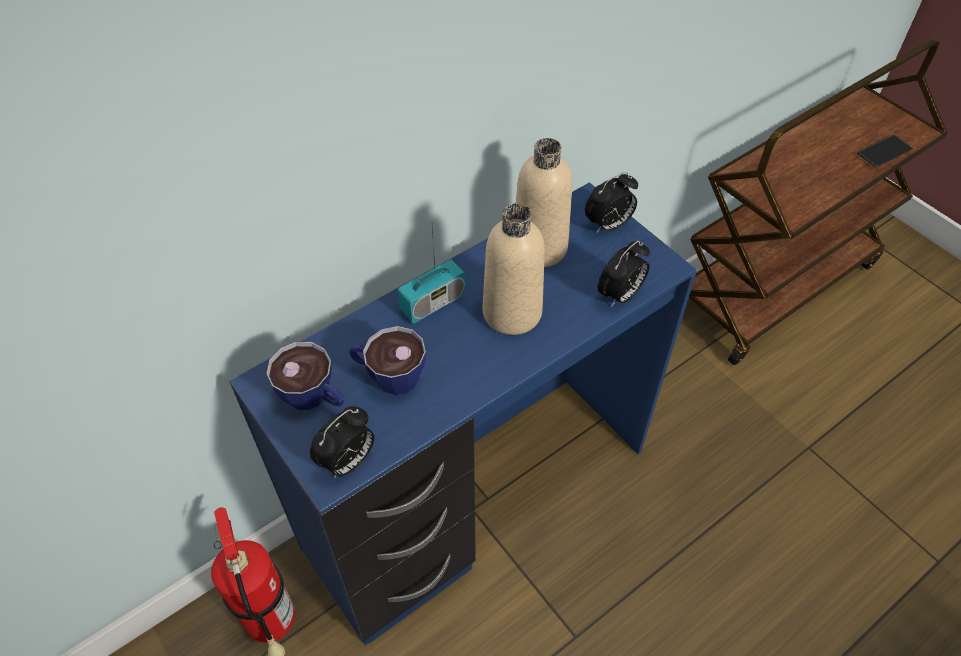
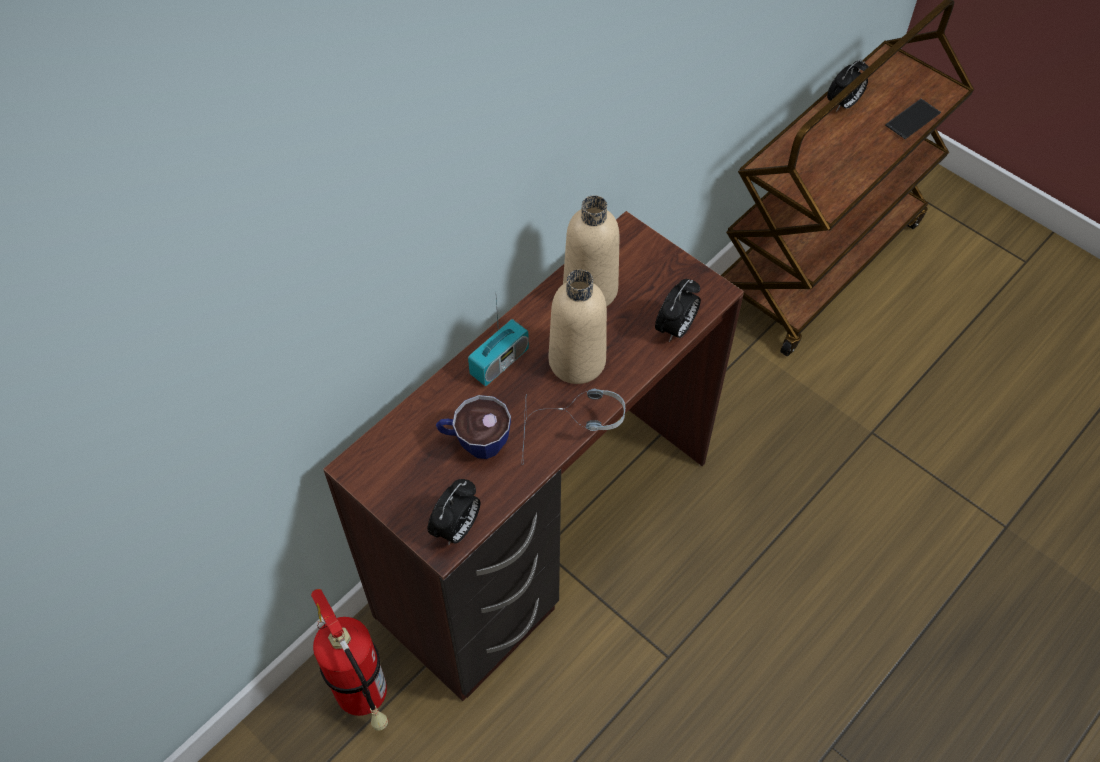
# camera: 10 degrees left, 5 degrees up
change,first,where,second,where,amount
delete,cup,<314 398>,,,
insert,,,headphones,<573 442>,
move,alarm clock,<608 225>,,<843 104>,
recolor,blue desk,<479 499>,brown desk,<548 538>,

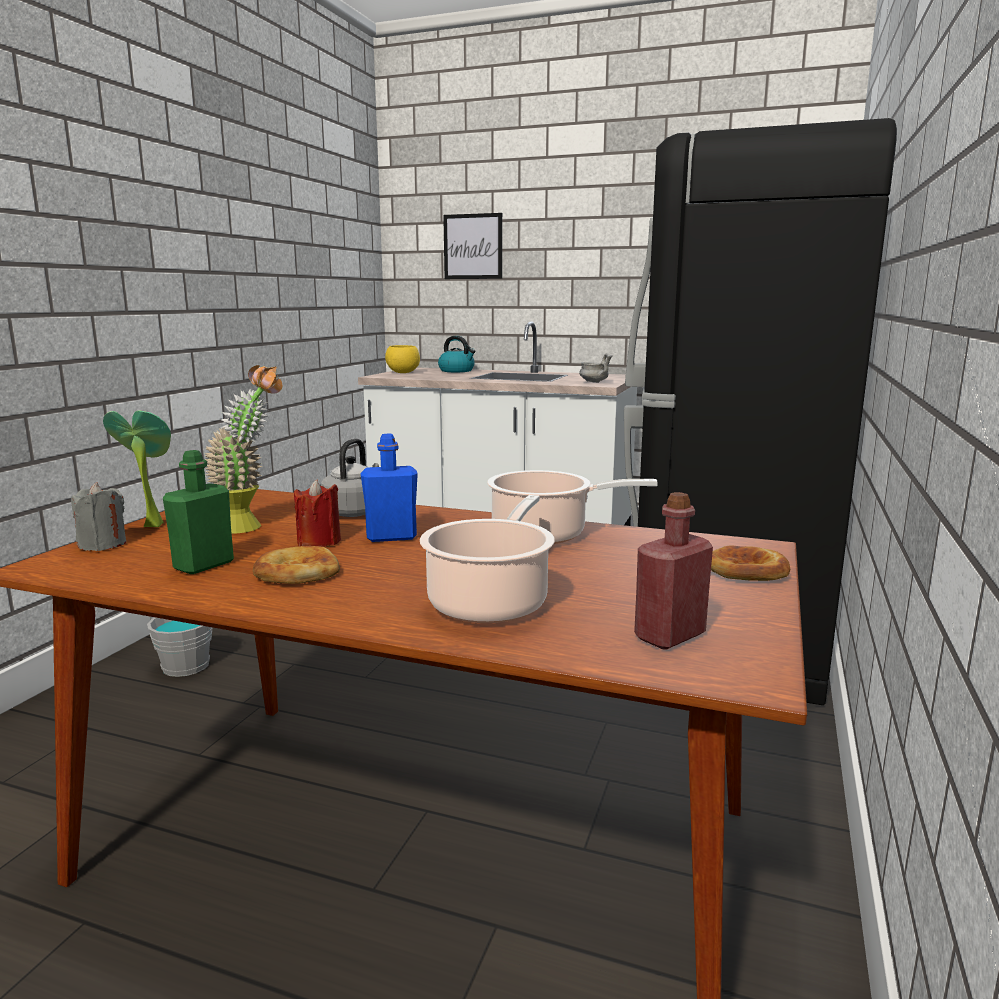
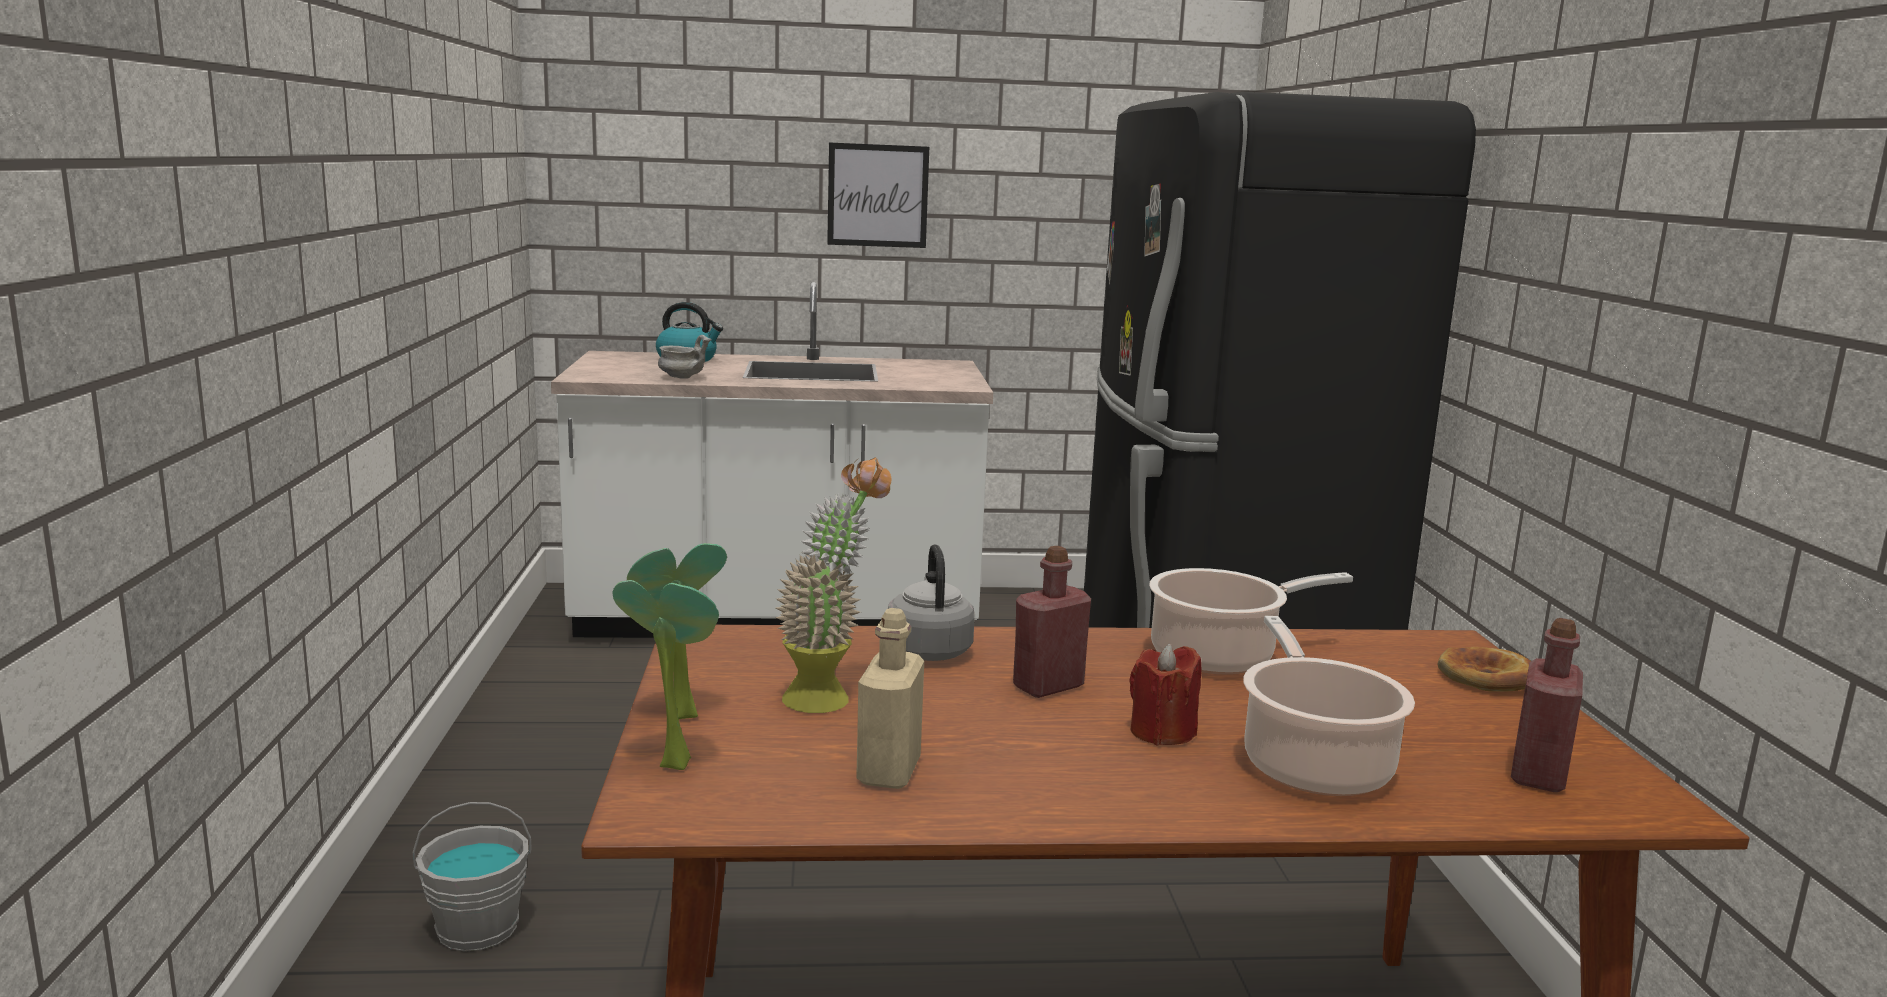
# camera: 25 degrees left, 0 degrees up
change,first,where,second,where,amount
delete,bread,<297 572>,,,
delete,yellow bowl,<402 373>,,,
move,red candle,<319 541>,,<1162 732>,
move,picture,<473 246>,,<877 195>,
move,grey bowl,<595 382>,,<683 378>,
replace,grey candle,<102 545>,potted plant,<672 761>,
recolor,green bottle,<204 565>,beige bottle,<889 771>,
recolor,blue bottle,<391 537>,red bottle,<1048 686>,

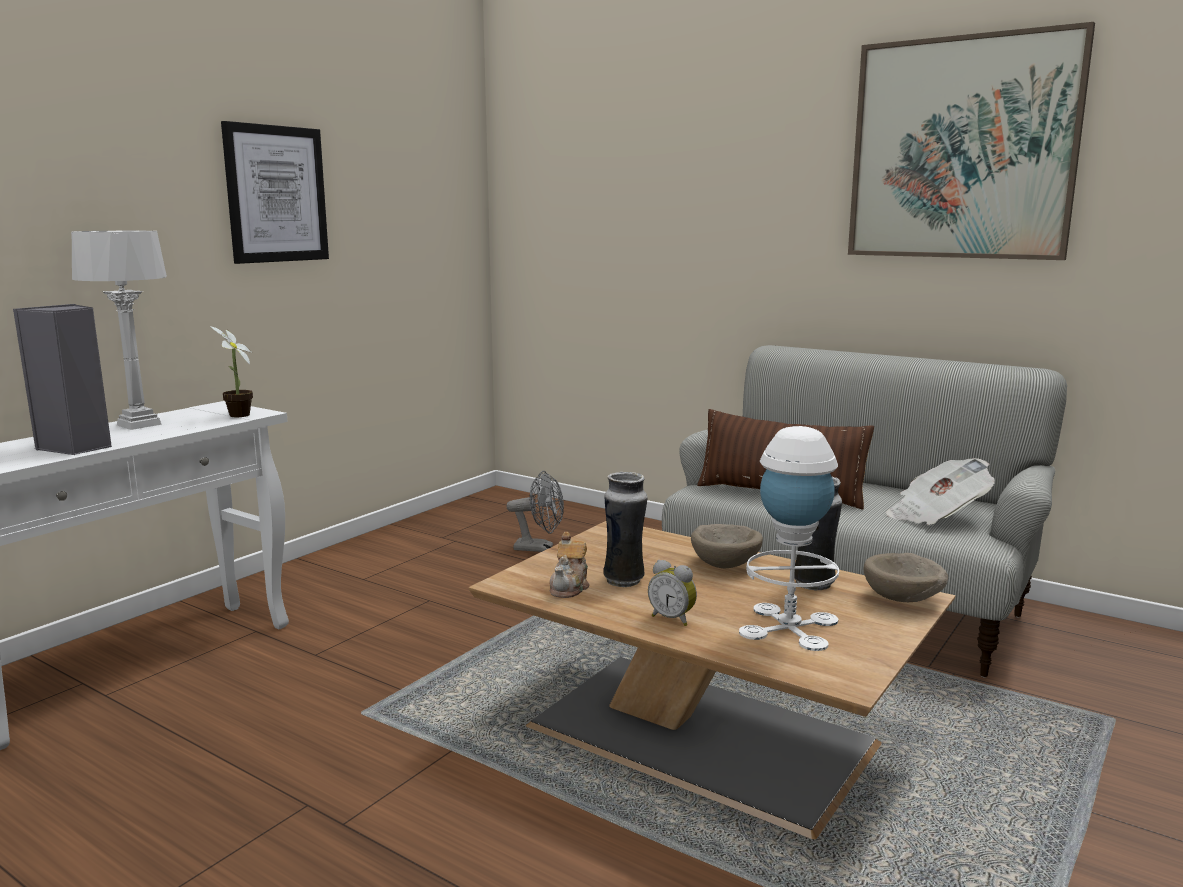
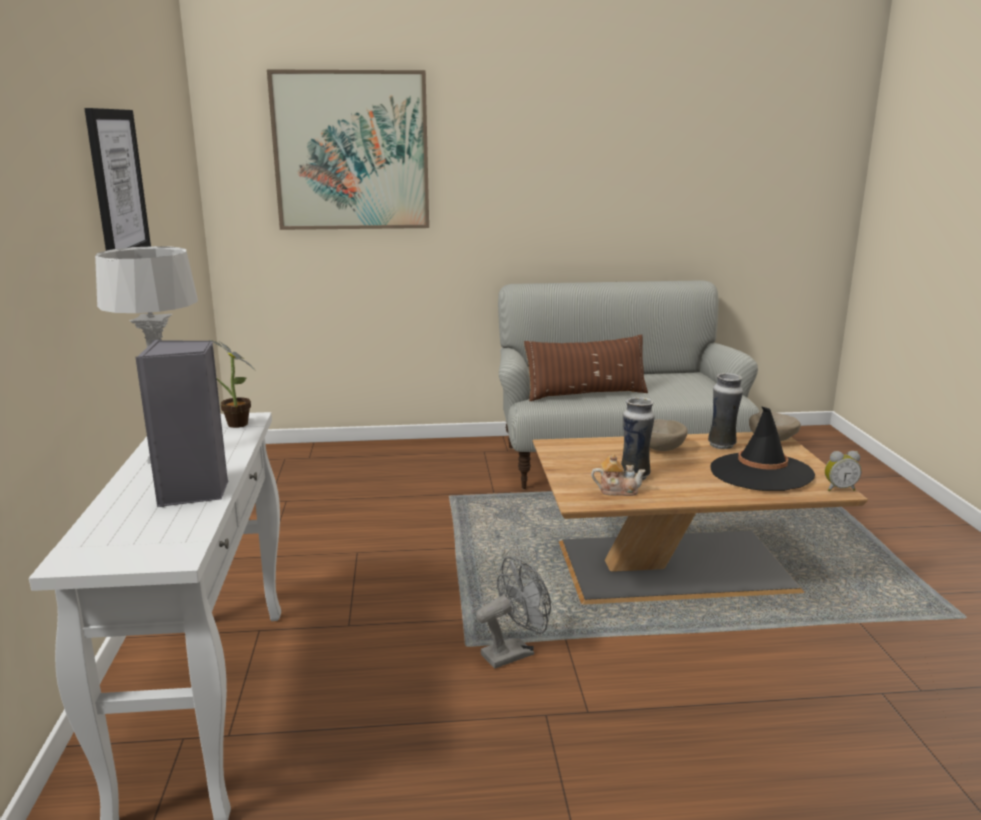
# camera: 40 degrees left, 5 degrees up
change,first,where,second,where,amount
delete,newspaper,<936 516>,,,
move,grey fan,<540 548>,,<514 652>,
move,alarm clock,<673 618>,,<839 488>,
move,picture,<962 149>,,<351 151>,
replace,white table lamp,<789 626>,black hat,<761 472>,
rotate,teapot,<570 587>,,<617 490>,60 degrees counterclockwise

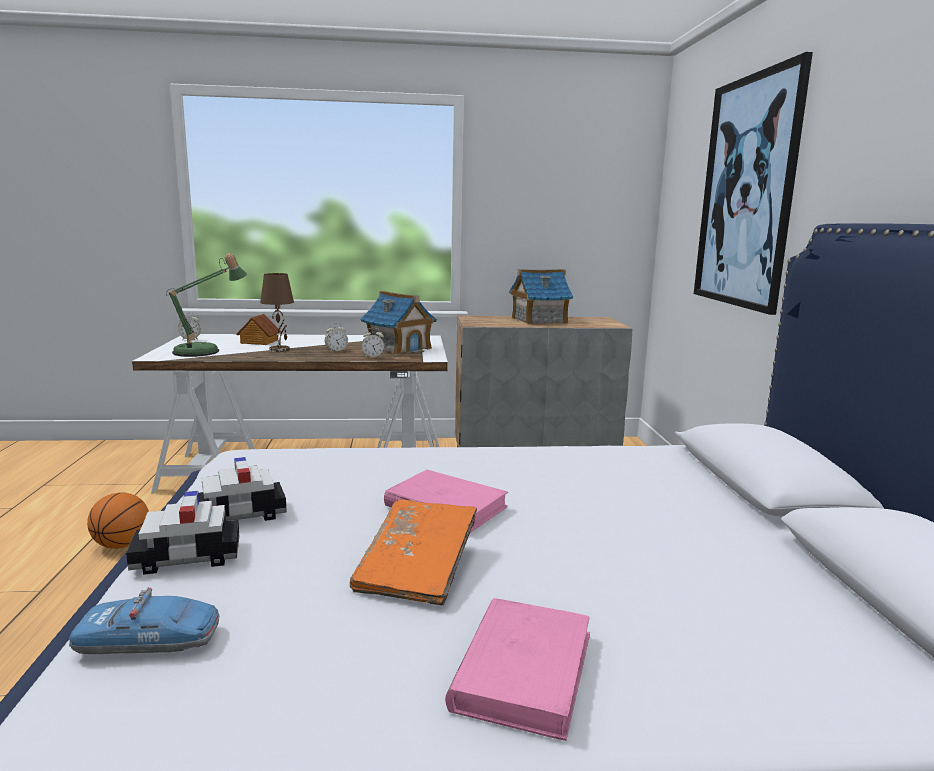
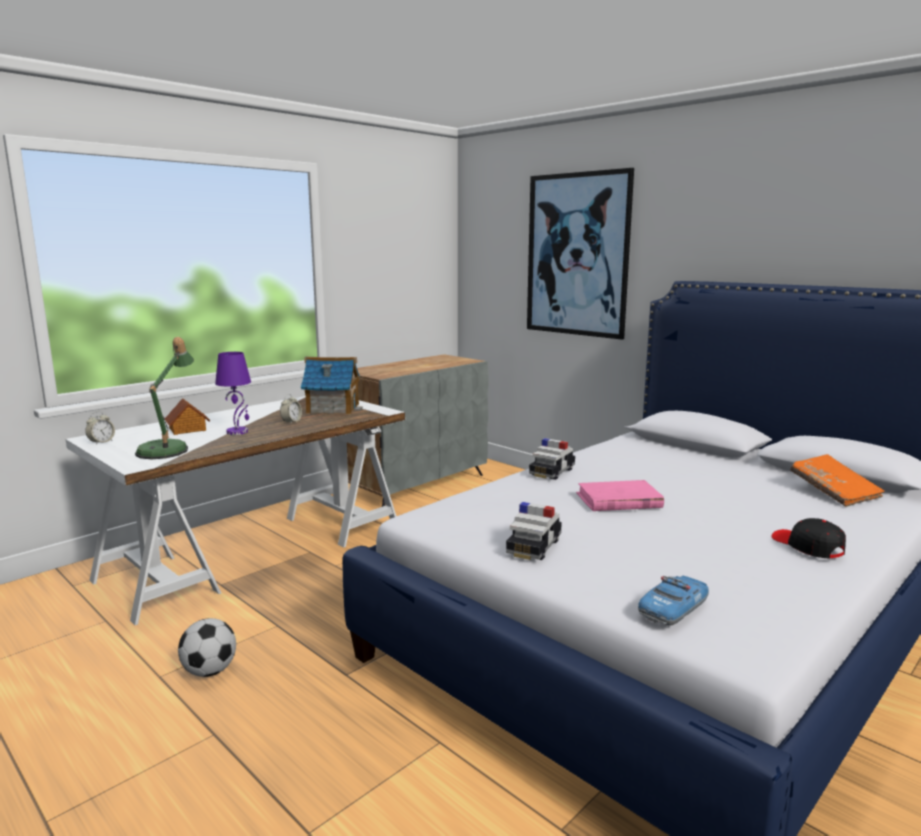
# camera: 40 degrees left, 0 degrees up
change,first,where,second,where,amount
delete,alarm clock,<373 357>,,,
delete,toy house,<538 320>,,,
move,toy car,<186 557>,,<552 472>,
move,orange book,<417 569>,,<834 492>,
replace,basketball,<122 545>,football,<210 671>,
replace,pink book,<523 670>,black cap,<807 546>,
recolor,brown table lamp,<280 350>,purple table lamp,<238 432>,

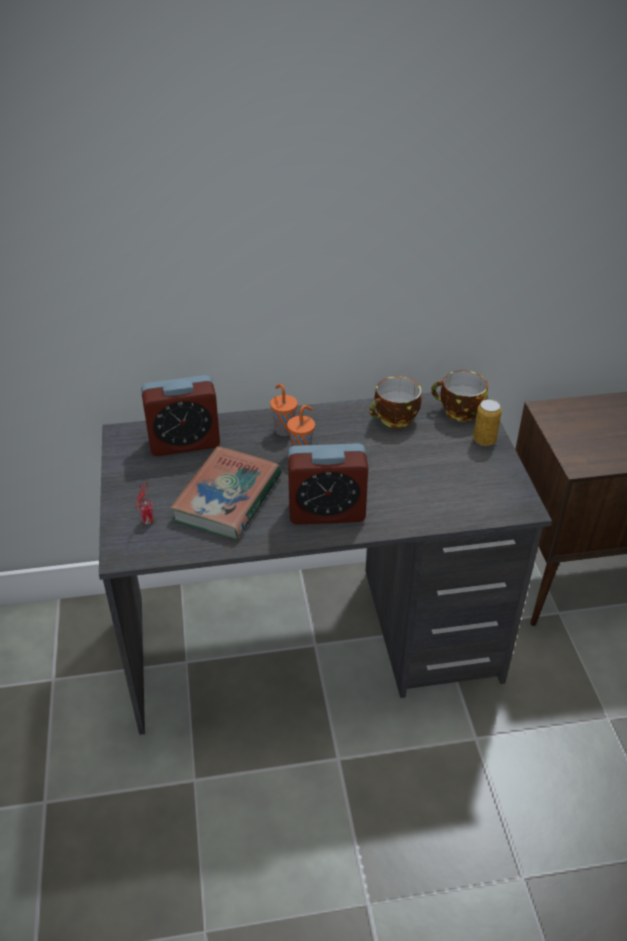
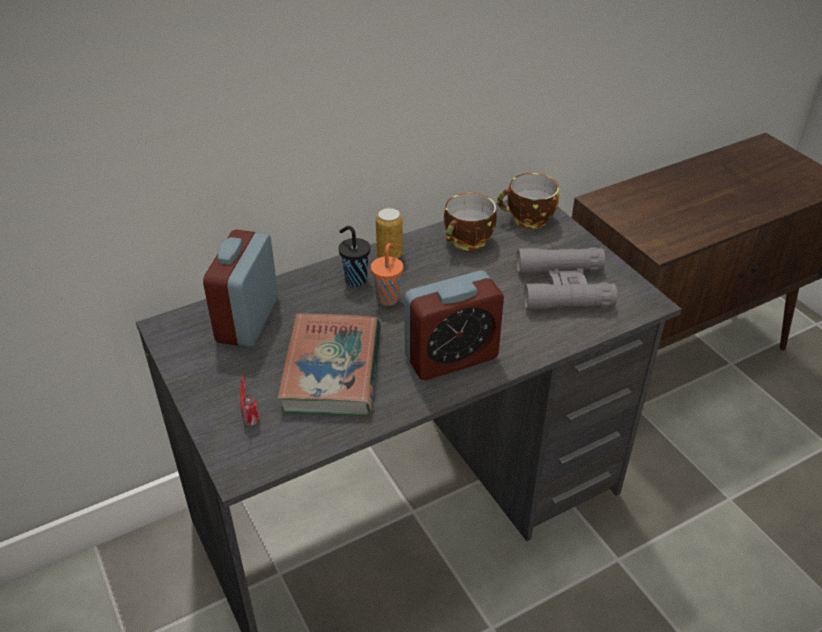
# camera: 20 degrees left, 0 degrees up
change,first,where,second,where,amount
insert,,,grey binoculars,<563 287>,
move,can,<484 440>,,<389 254>,
recolor,orange cup,<283 430>,black cup,<355 279>,
rotate,alarm clock,<184 443>,,<248 319>,135 degrees clockwise

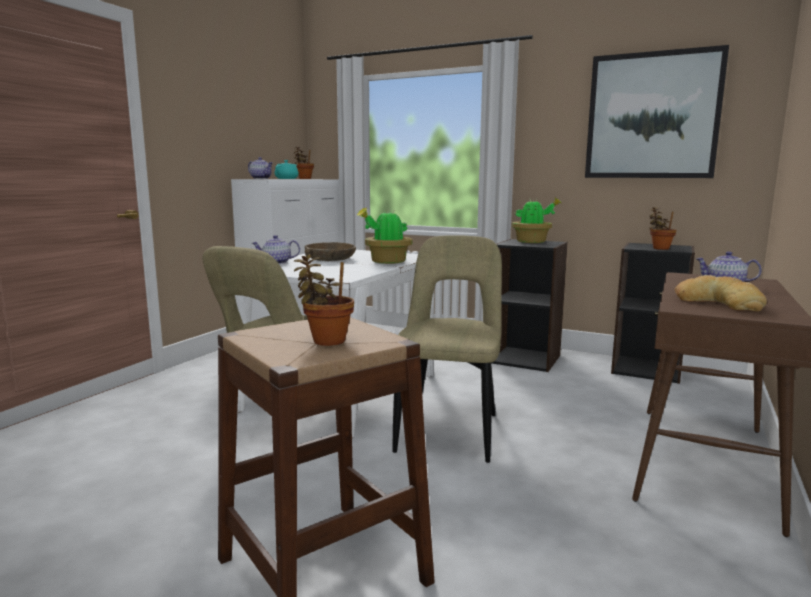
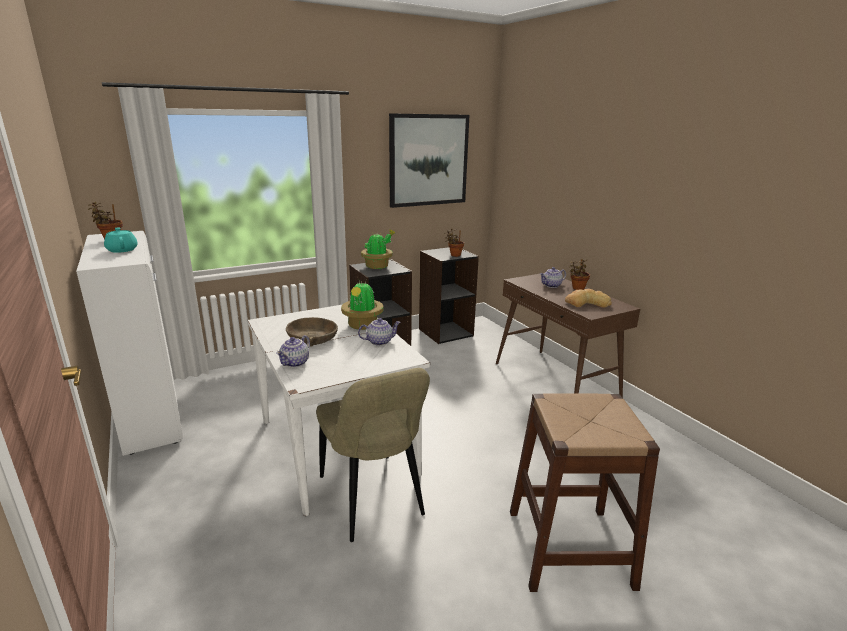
# camera: 55 degrees left, 10 degrees up
change,first,where,second,where,amount
delete,beige chair,<449 430>,,,
move,teapot,<261 178>,,<379 341>,
move,potted plant,<325 340>,,<577 288>,

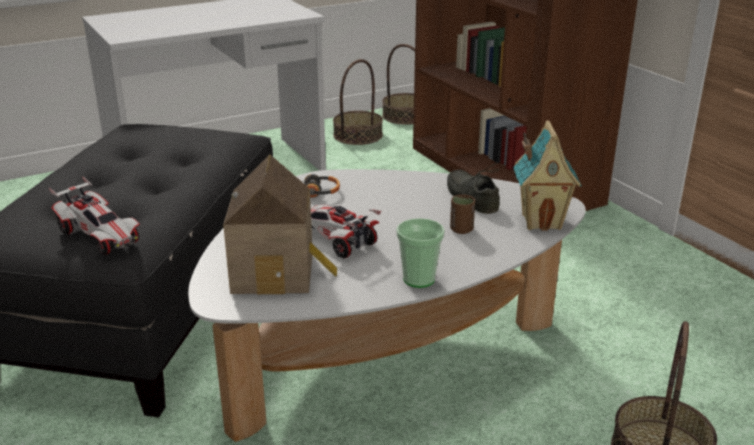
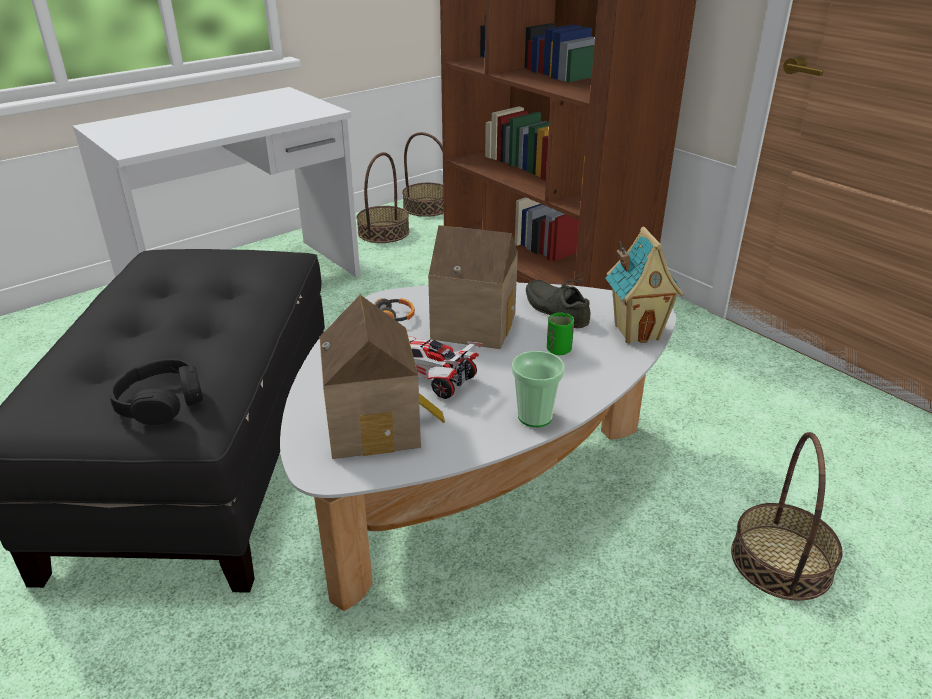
# camera: 10 degrees left, 5 degrees up
change,first,where,second,where,amount
insert,,,toy house,<474 324>,
replace,toy car,<100 236>,black headphones,<161 402>,
recolor,brown cup,<461 229>,green cup,<558 350>,

